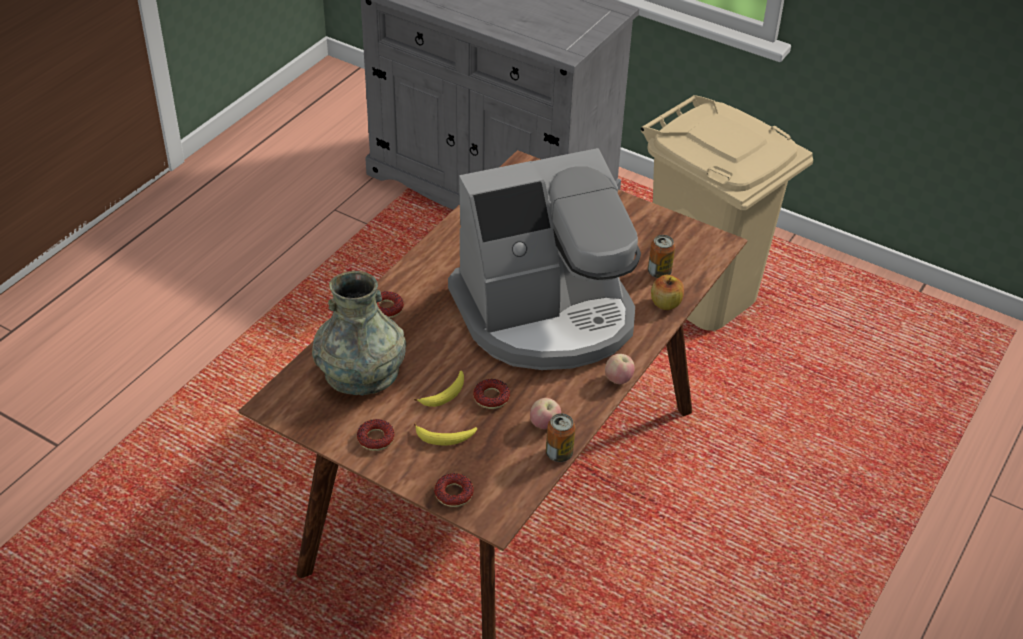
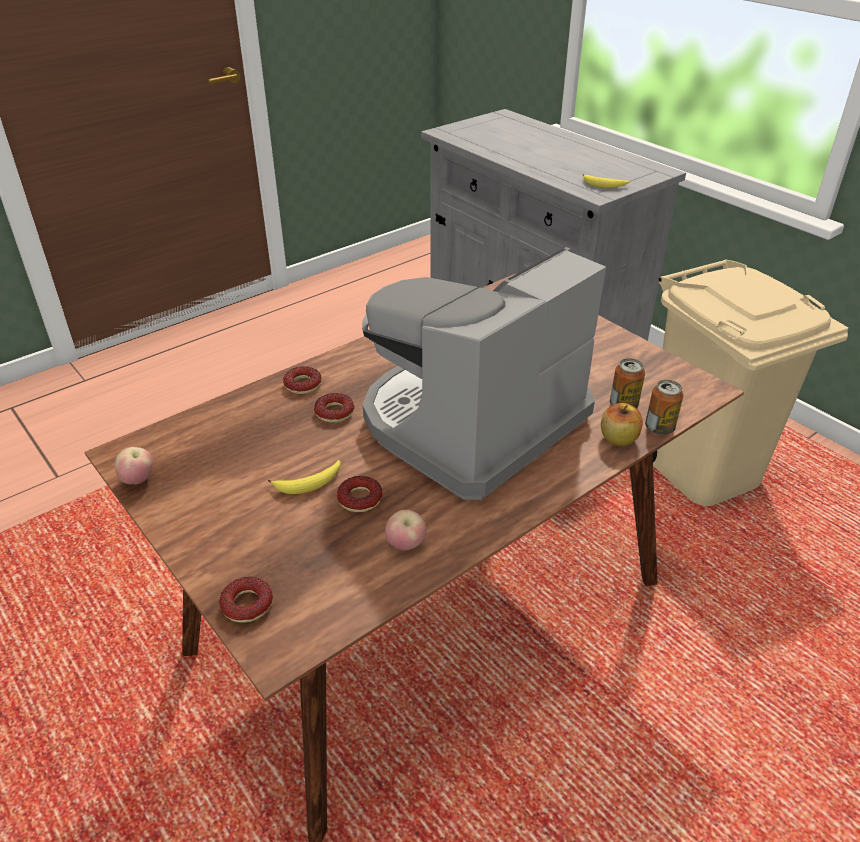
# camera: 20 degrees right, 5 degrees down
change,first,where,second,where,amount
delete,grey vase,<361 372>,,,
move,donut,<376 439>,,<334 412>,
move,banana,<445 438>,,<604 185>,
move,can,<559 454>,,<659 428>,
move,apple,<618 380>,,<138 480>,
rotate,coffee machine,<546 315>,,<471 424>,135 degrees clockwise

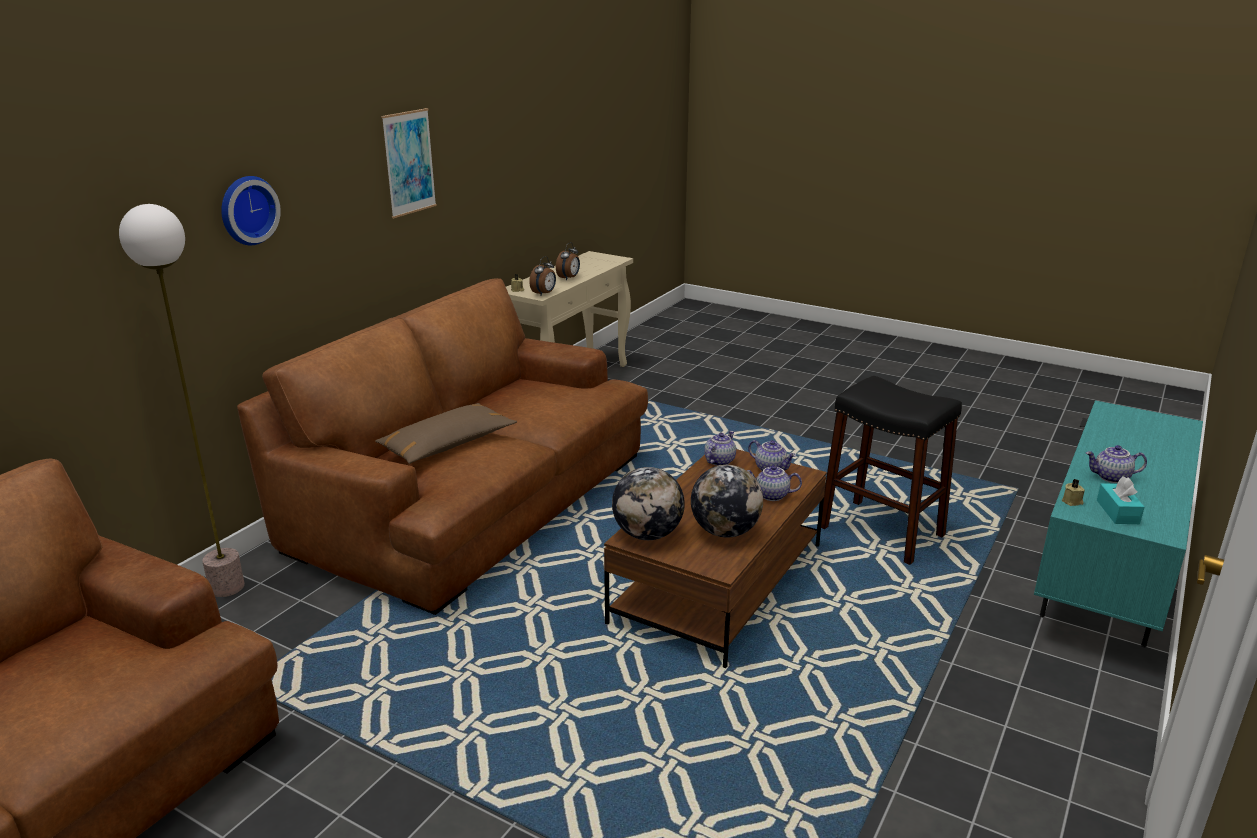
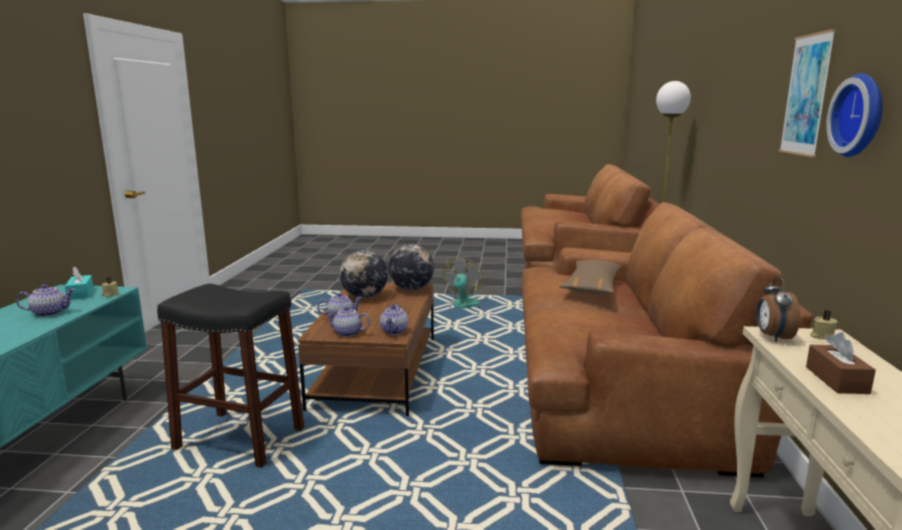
# camera: 155 degrees right, 10 degrees down
change,first,where,second,where,amount
insert,,,fan,<464 307>,
move,wall clock,<246 210>,,<861 115>,
replace,alarm clock,<569 278>,brown tissue box,<836 380>,

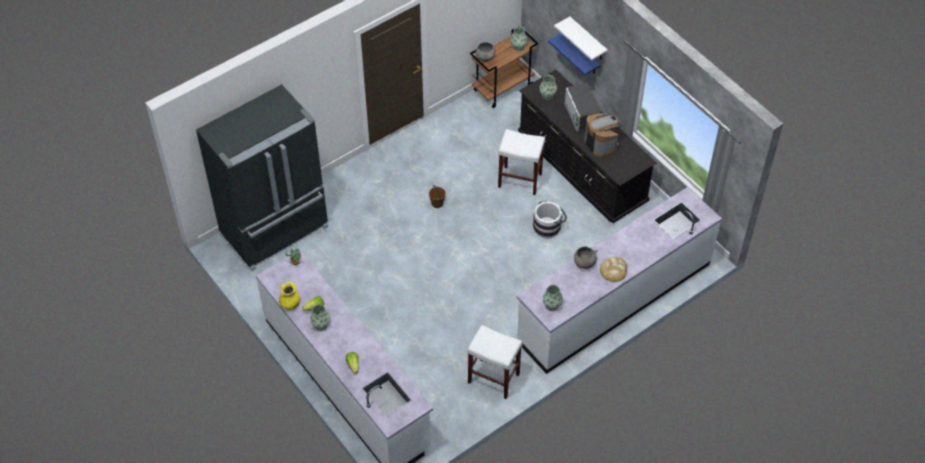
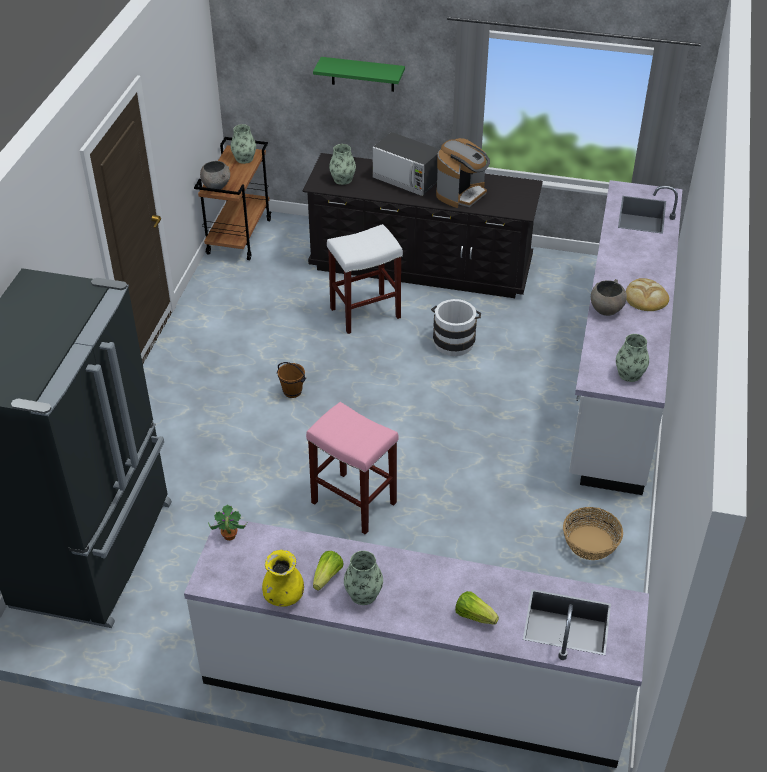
# camera: 40 degrees left, 10 degrees down
change,first,where,second,where,amount
delete,blue shelf,<581 54>,,,
insert,,,pink stool,<352 502>,
replace,white stool,<493 378>,basket,<590 543>,
recolor,white shelf,<588 39>,green shelf,<362 74>,
rotate,coffee machine,<601 144>,,<461 193>,105 degrees clockwise

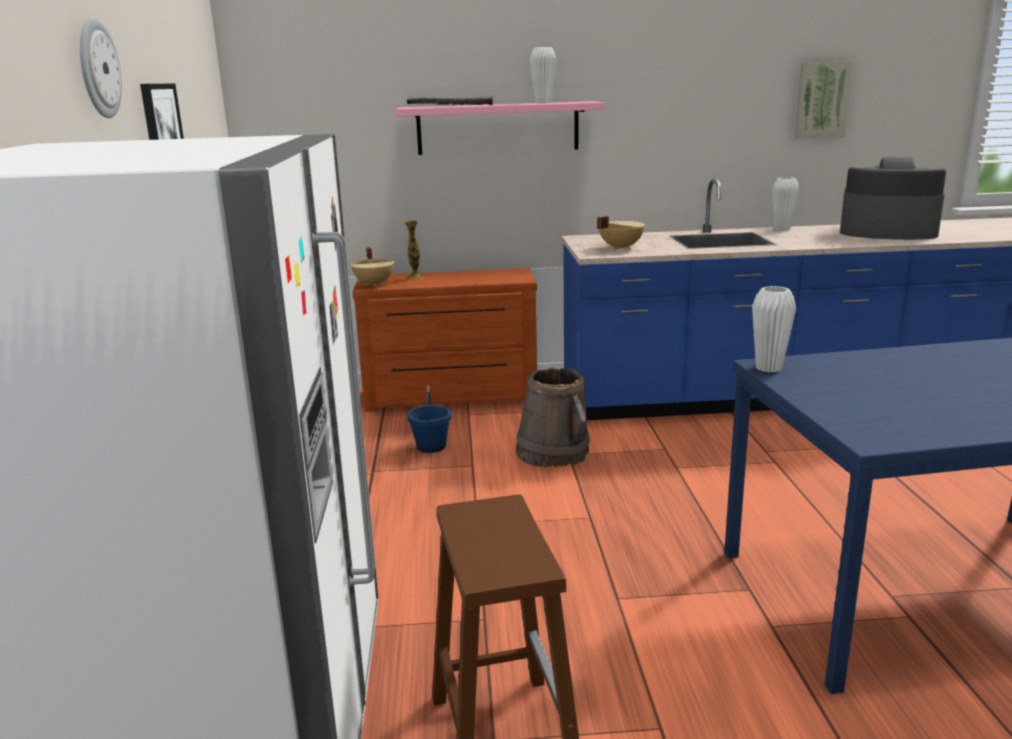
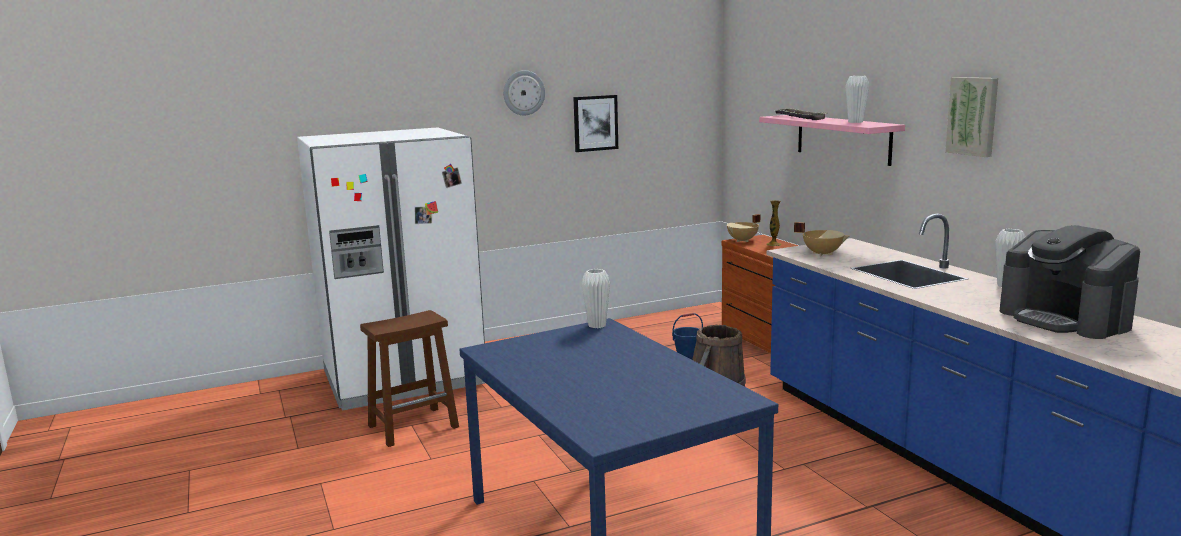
# camera: 70 degrees right, 5 degrees down
change,first,where,second,where,amount
move,picture,<821 100>,,<973 116>,
rotate,coffee machine,<887 232>,,<1065 319>,150 degrees clockwise

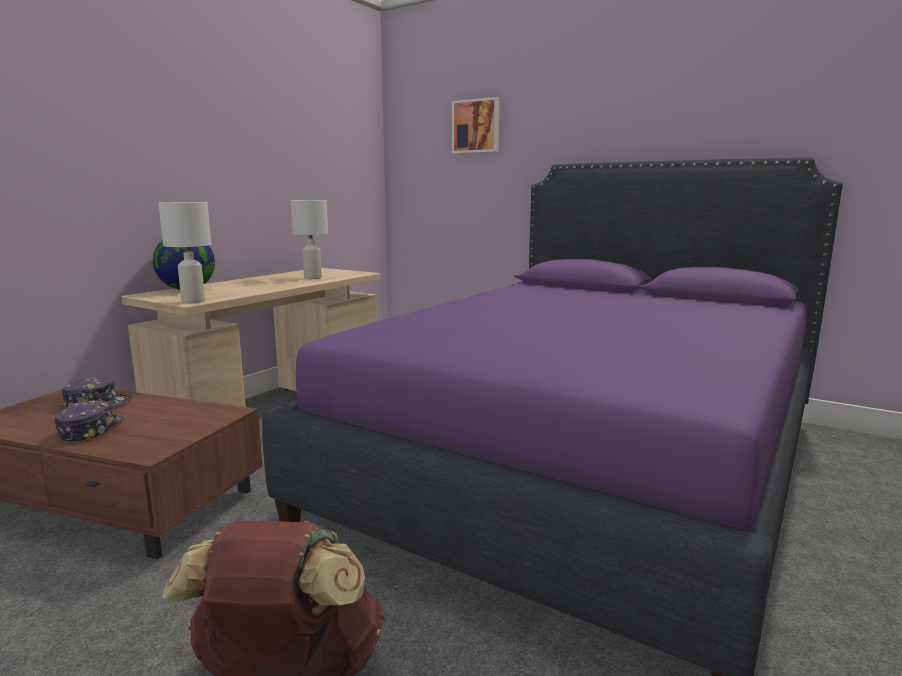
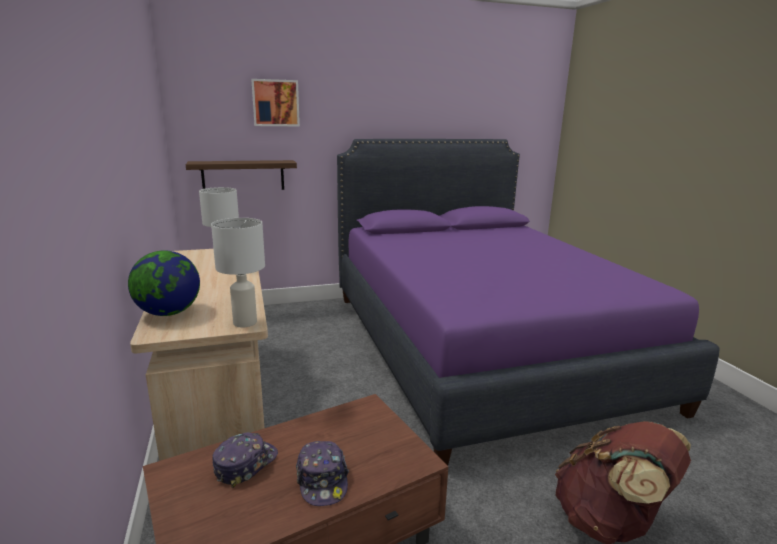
# camera: 50 degrees left, 5 degrees up
change,first,where,second,where,amount
insert,,,shelf,<243 175>,
rotate,cap,<91 430>,,<322 480>,150 degrees counterclockwise

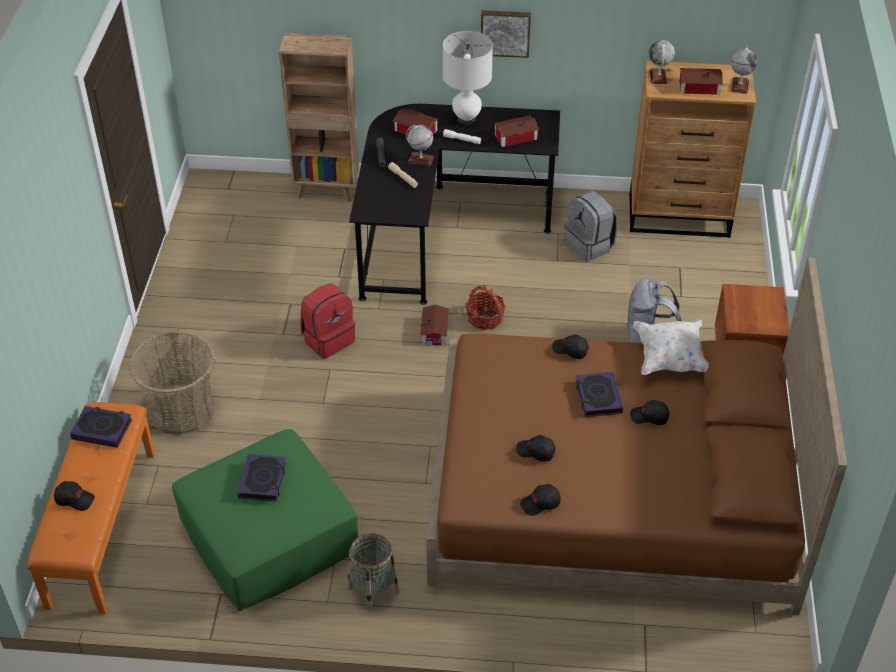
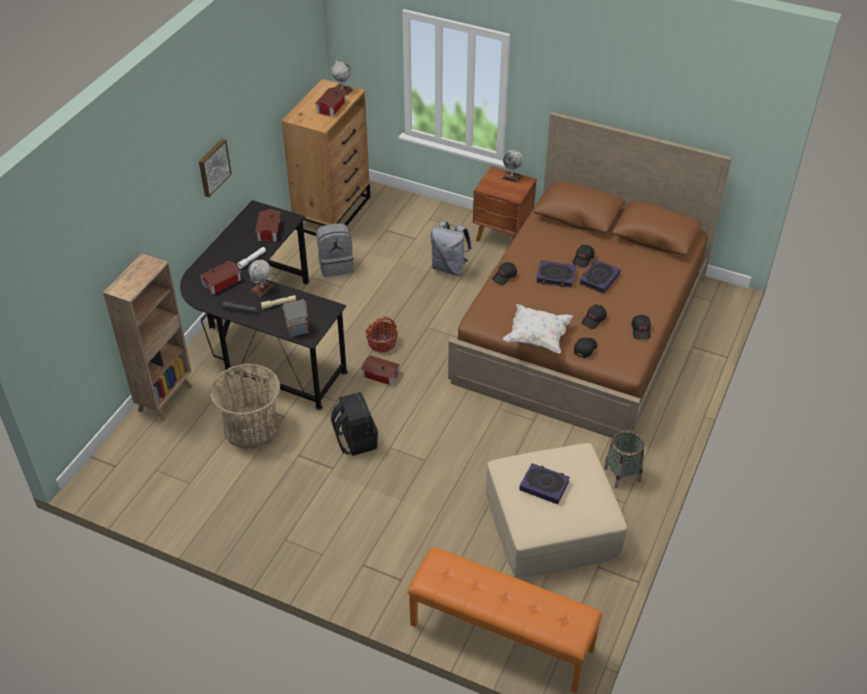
# camera: 70 degrees left, 0 degrees up
change,first,where,second,where,amount
delete,white table lamp,<466 119>,,,
insert,,,toy house,<296 329>,
move,black cap,<75 499>,,<585 349>,
move,book,<102 429>,,<599 279>,
move,basket,<181 409>,,<251 427>,
move,white pillow,<670 358>,,<537 337>,
move,globe,<658 77>,,<511 177>,
recolor,green ottoman,<268 537>,beige ottoman,<552 525>,
recolor,red backpack,<328 339>,black backpack,<355 440>,

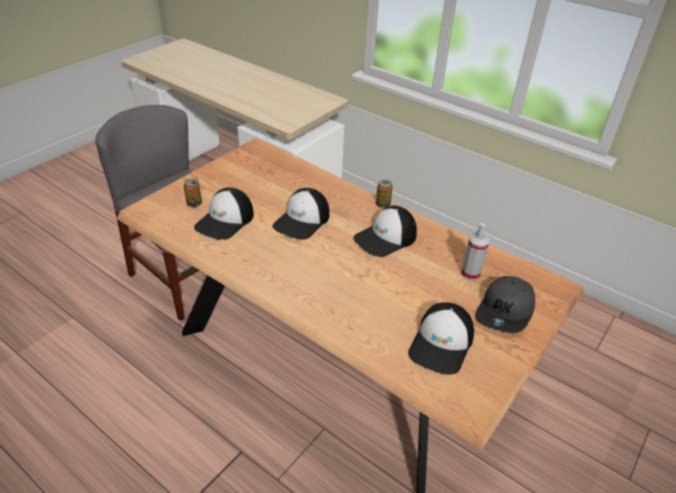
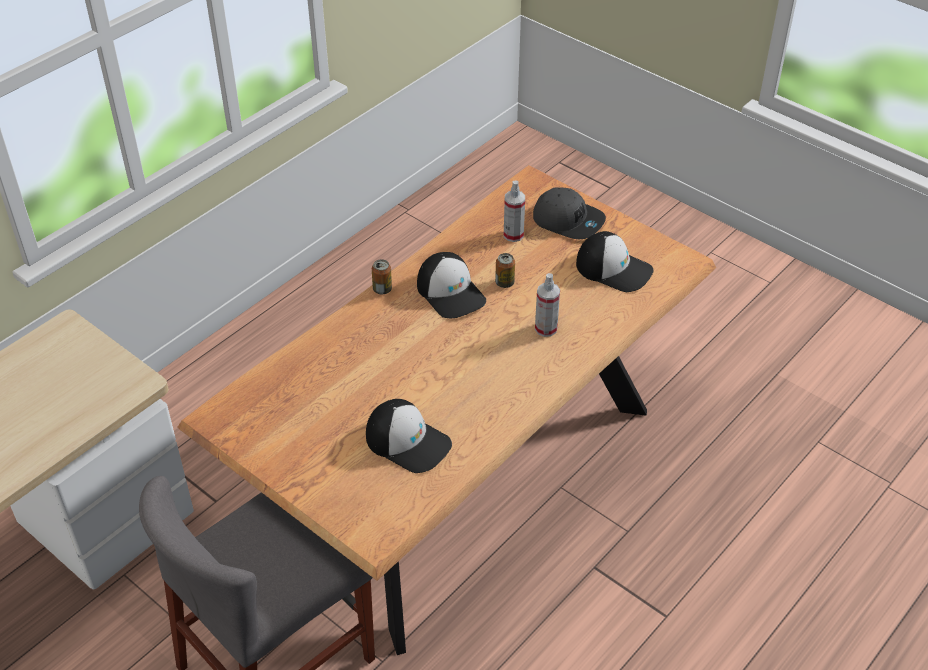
# camera: 85 degrees left, 5 degrees up
change,first,where,second,where,amount
delete,cap,<302 221>,,,
insert,,,spray bottle,<546 328>,
move,can,<194 204>,,<504 283>,

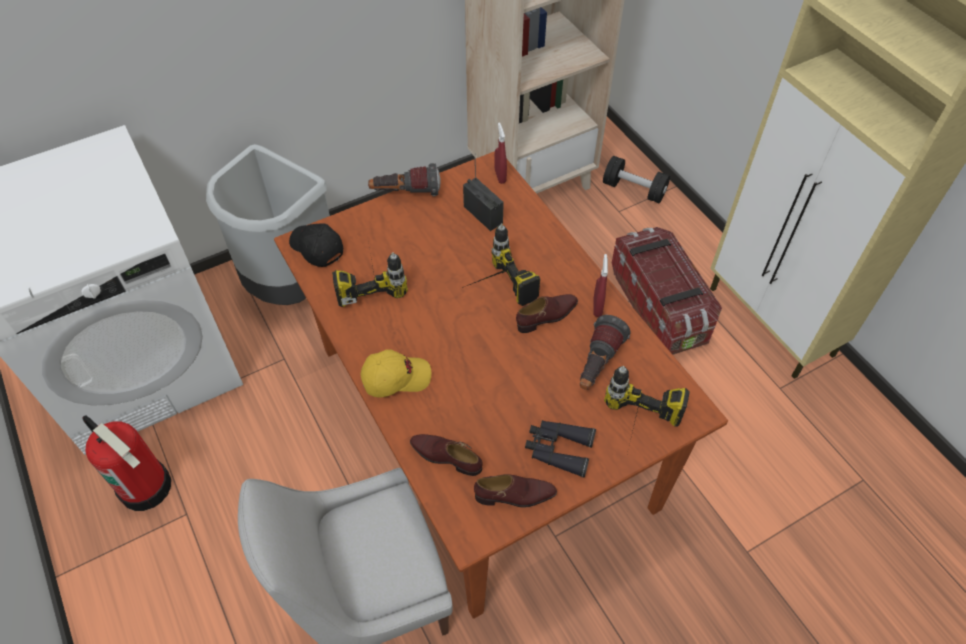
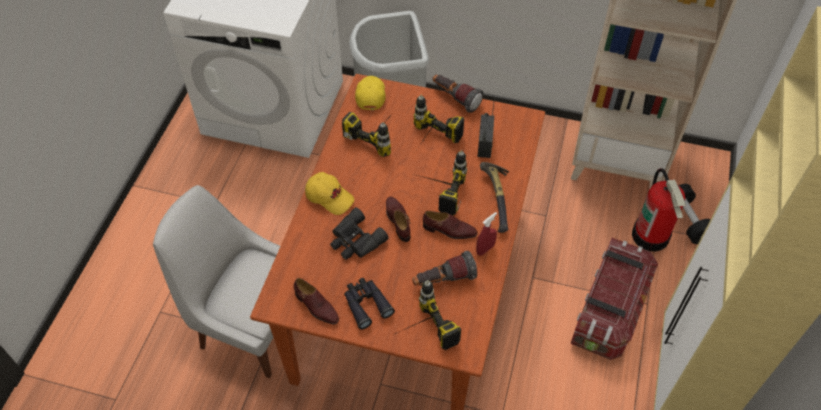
# camera: 45 degrees right, 0 degrees up
change,first,where,second,where,amount
delete,red spray bottle,<500 176>,,,
insert,,,black binoculars,<355 241>,
insert,,,power drill,<429 144>,
insert,,,hammer,<499 199>,
move,fire extinguisher,<146 486>,,<651 236>,
move,brown shoe,<446 456>,,<398 220>,
recolor,black cap,<316 248>,yellow cap,<370 95>,

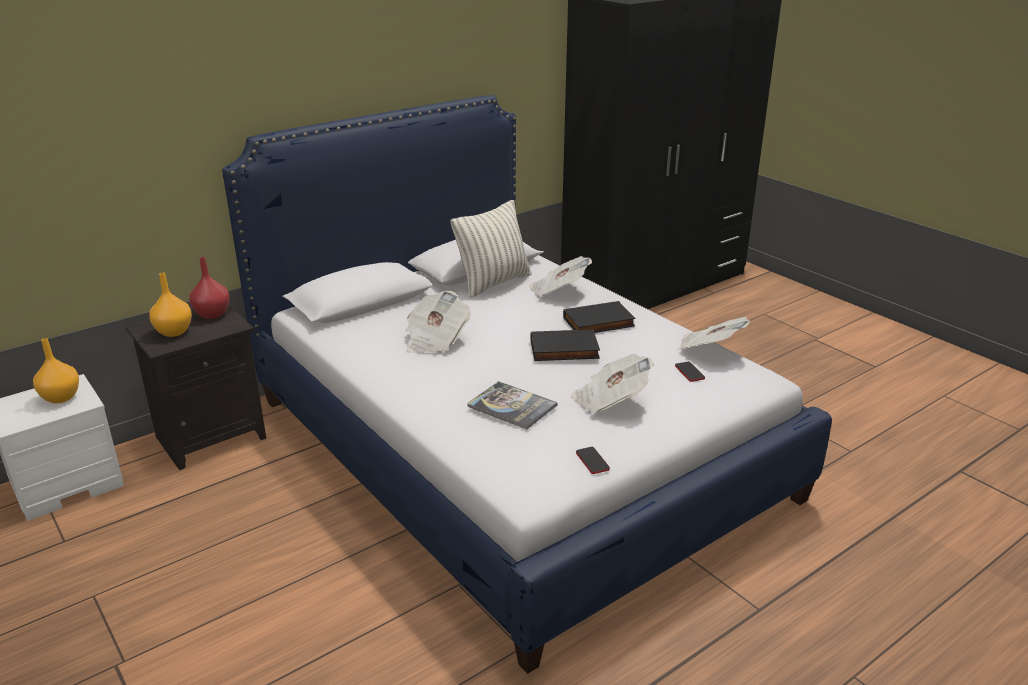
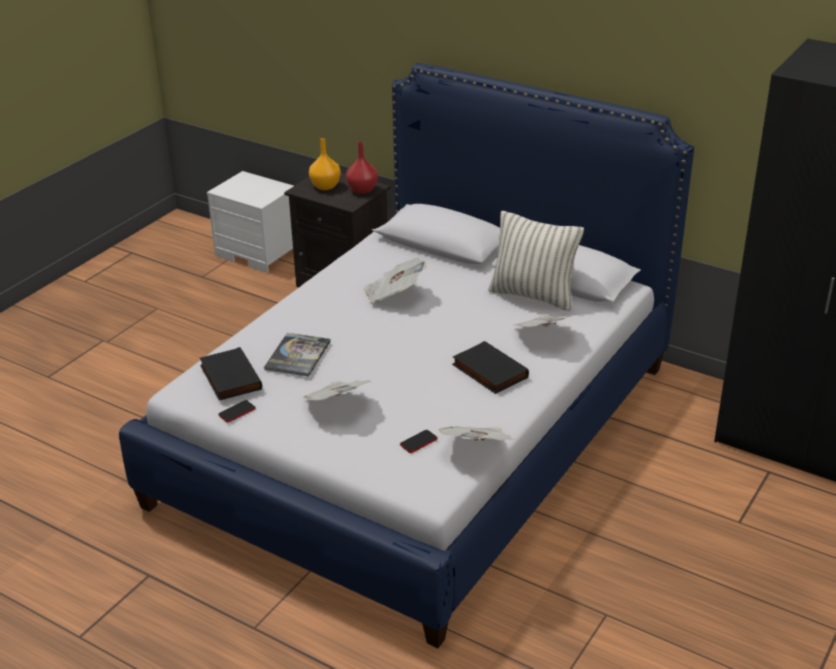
# camera: 70 degrees right, 5 degrees up
change,first,where,second,where,amount
delete,orange vase,<60 397>,,,
move,black book,<564 350>,,<229 377>,

